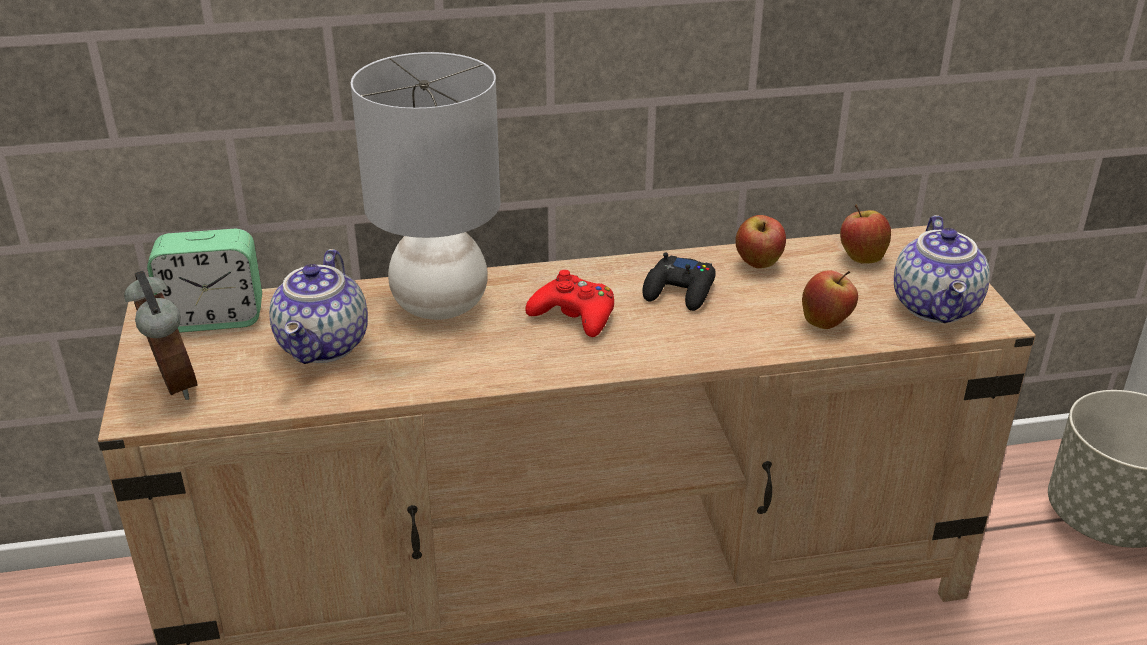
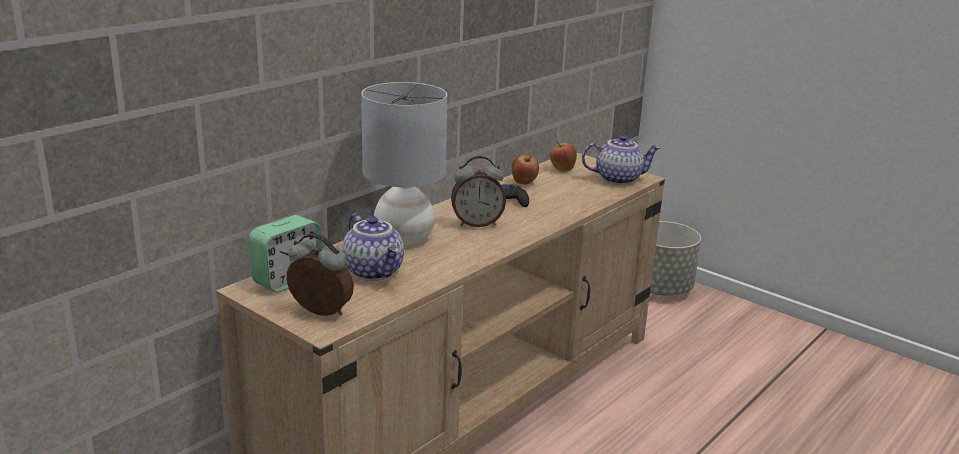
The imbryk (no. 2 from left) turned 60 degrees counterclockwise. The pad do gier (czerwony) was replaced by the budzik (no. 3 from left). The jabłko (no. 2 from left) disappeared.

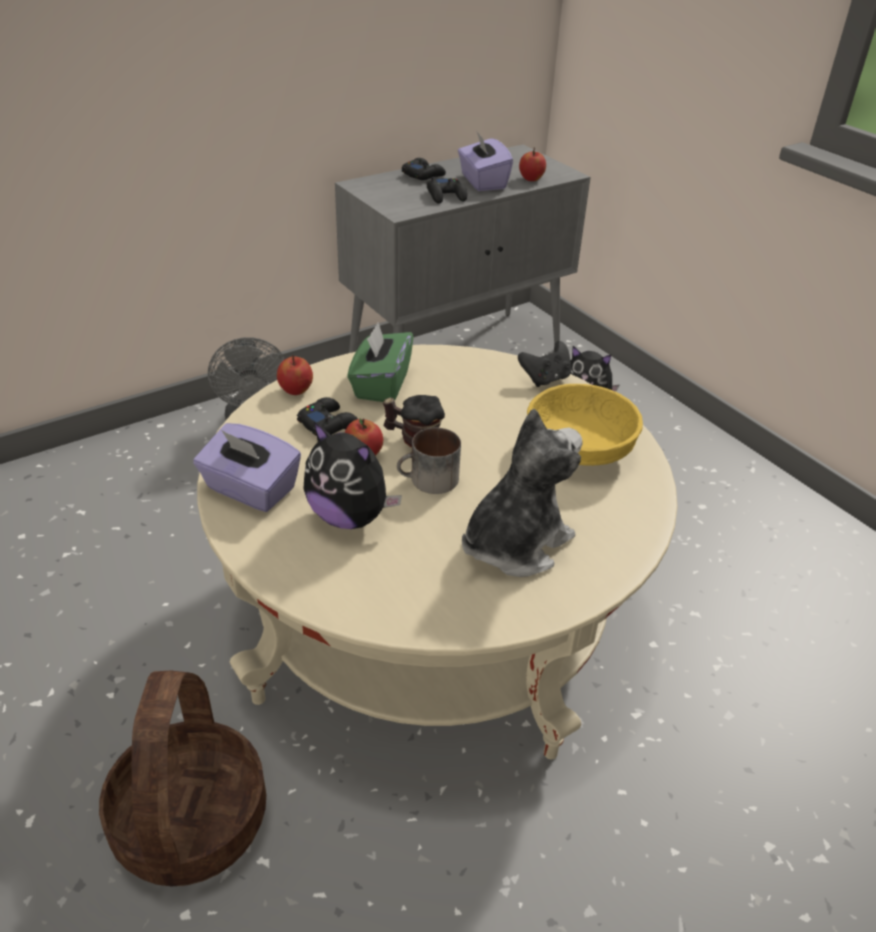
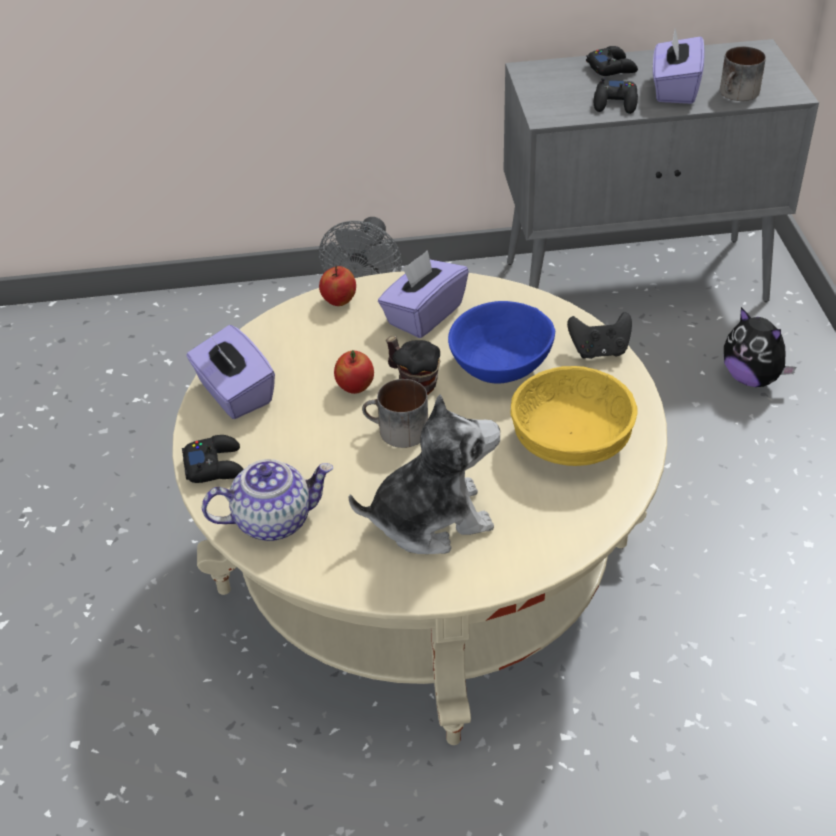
The jabłko (no. 3 from left) was replaced by the kubek (no. 3 from left). The pudełko chusteczek (zielony) became the pudełko chusteczek (fioletowy) (no. 2 from left). The pad do gier (czarny) (no. 1 from left) moved. The pluszak (no. 1 from left) disappeared. The koszyk disappeared. The miska (niebieski) appeared. The imbryk appeared.

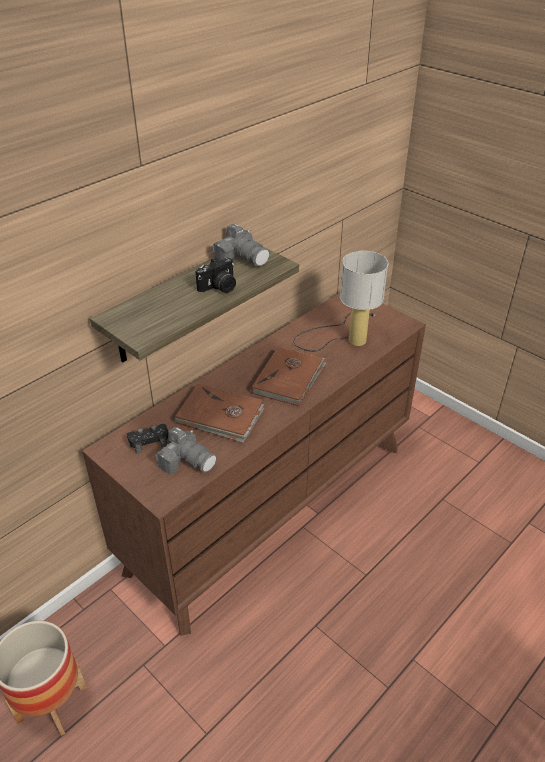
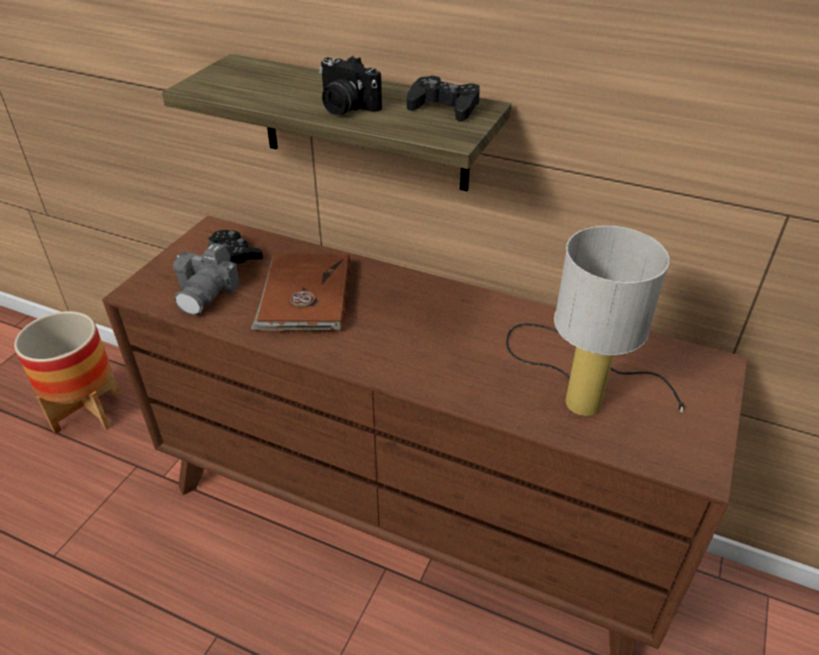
The aparat fotograficzny (no. 3 from left) was replaced by the pad do gier (czarny) (no. 2 from left). The książka (brązowy) (no. 2 from left) disappeared.

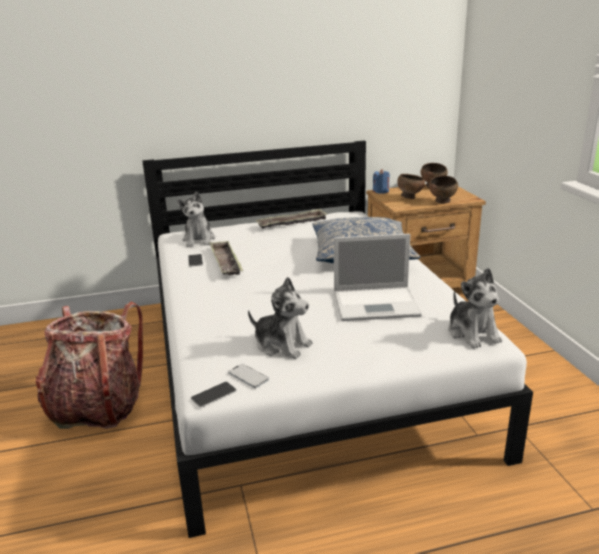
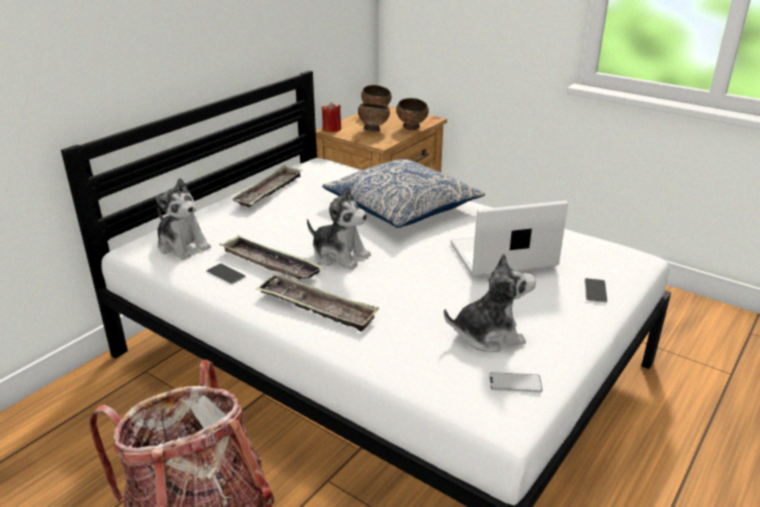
The świeca (niebieski) became the świeca (czerwony). The laptop turned 150 degrees counterclockwise. The pluszak (no. 3 from left in the first image) moved. The telefon (no. 2 from left in the first image) moved. The taca (no. 3 from left) appeared.

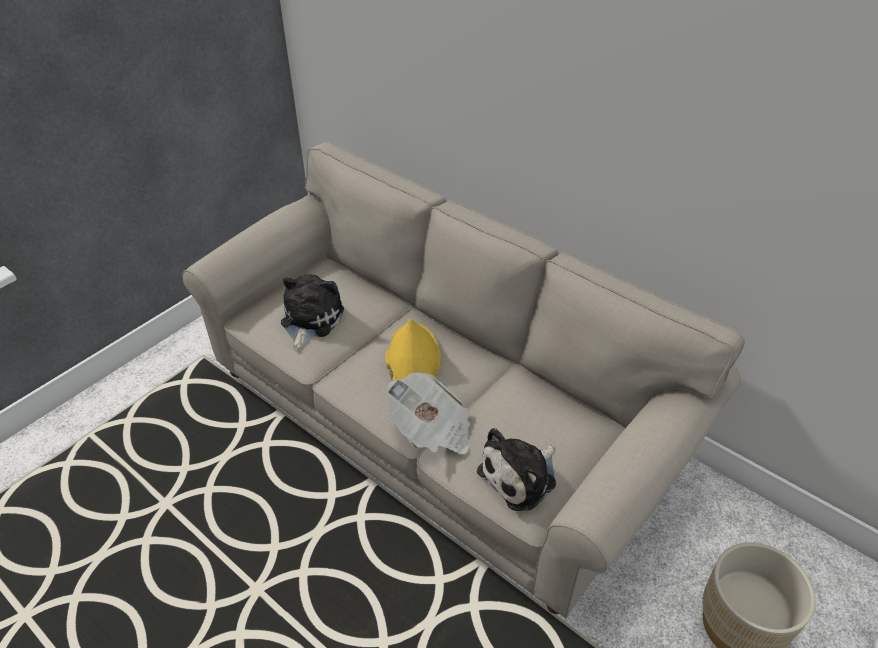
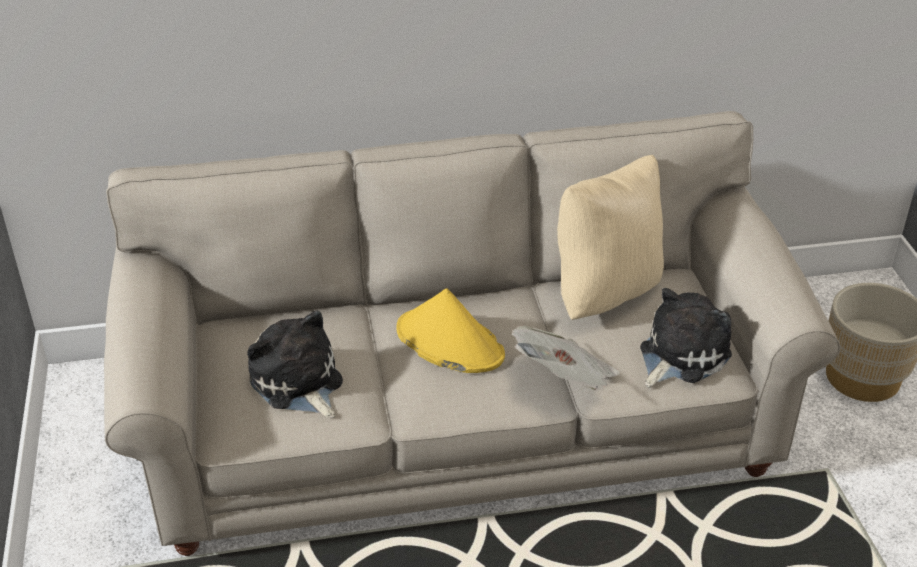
The pluszak (no. 2 from left) turned 135 degrees counterclockwise. The poduszka (beżowy) appeared.

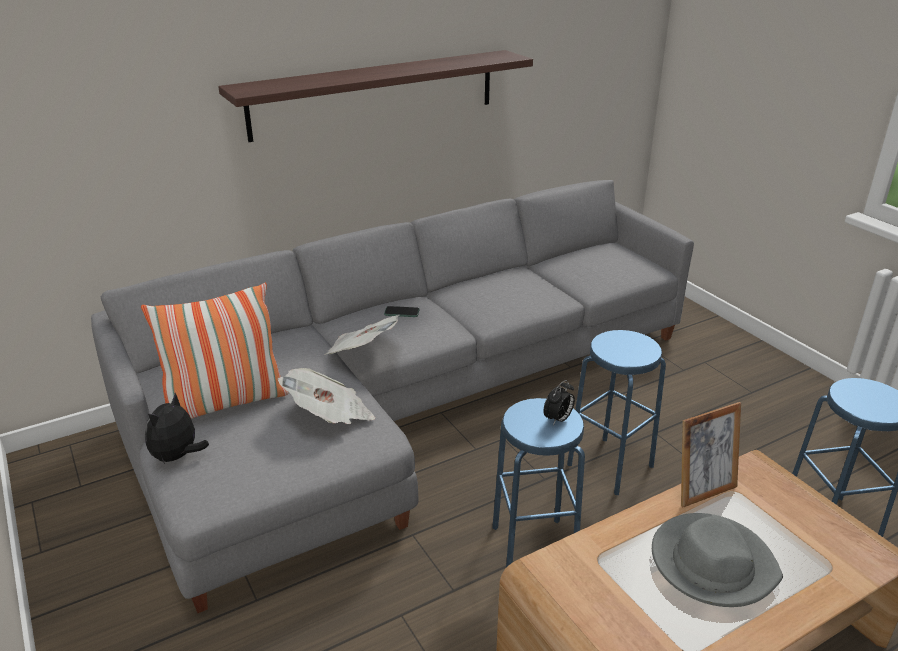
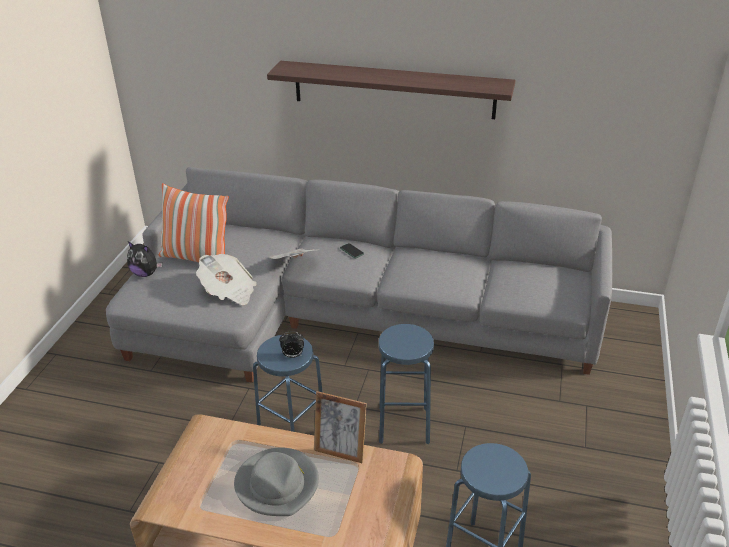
The pluszak turned 135 degrees counterclockwise.

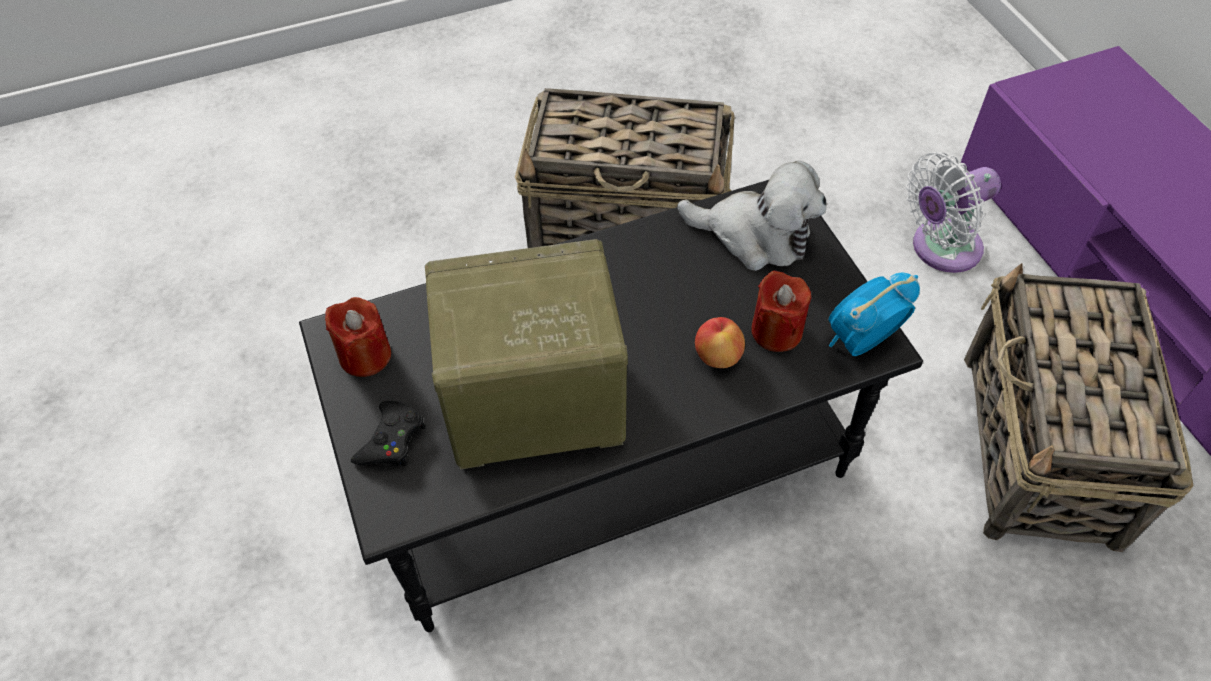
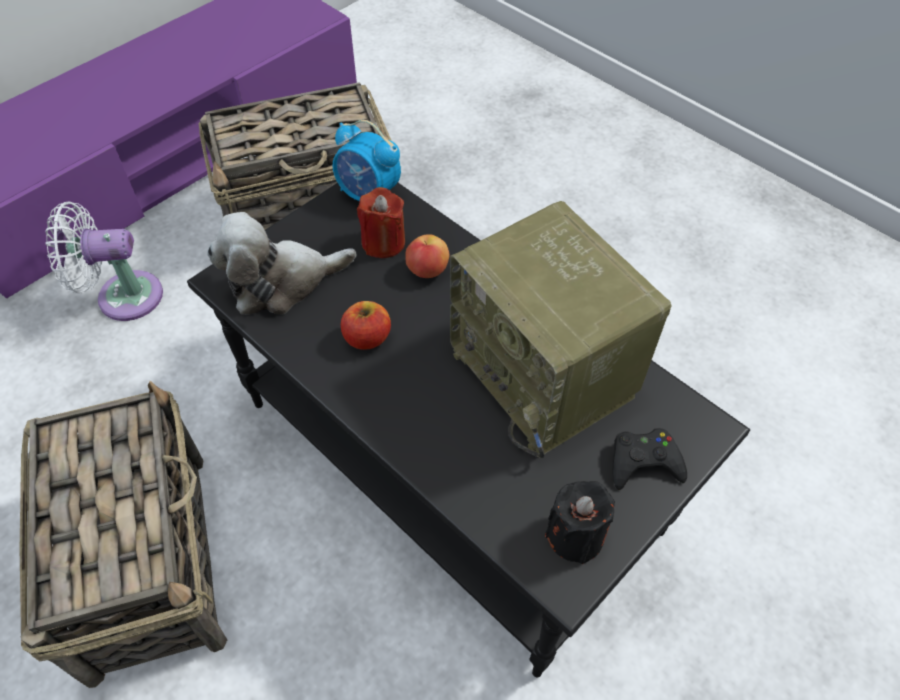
The wentylator (biały) turned 135 degrees clockwise. The pluszak turned 105 degrees counterclockwise. The świeca (czerwony) (no. 1 from left) became the świeca (czarny). The jabłko (no. 1 from left) appeared.

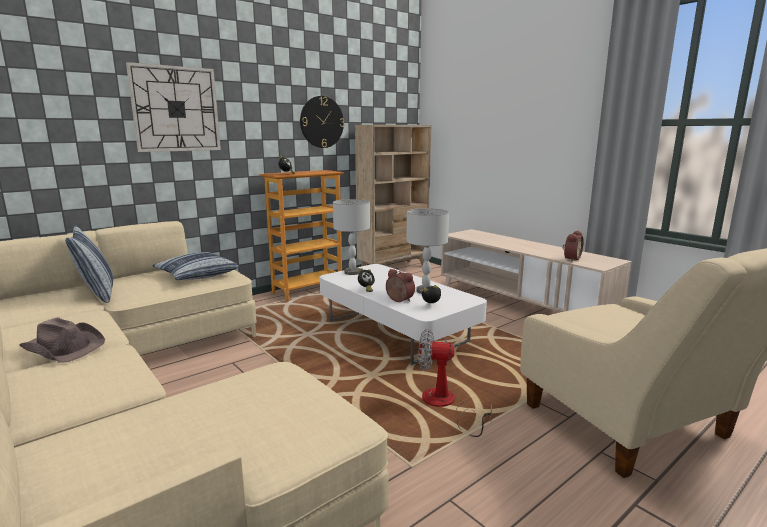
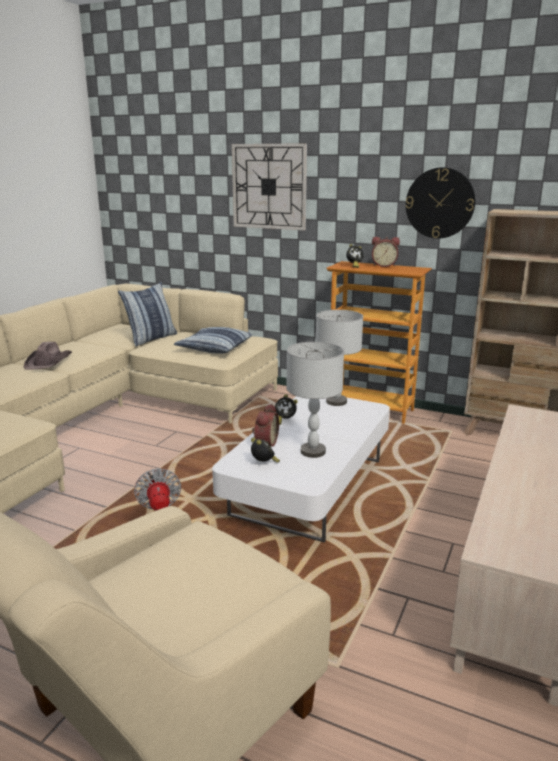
The budzik (no. 5 from left) moved.

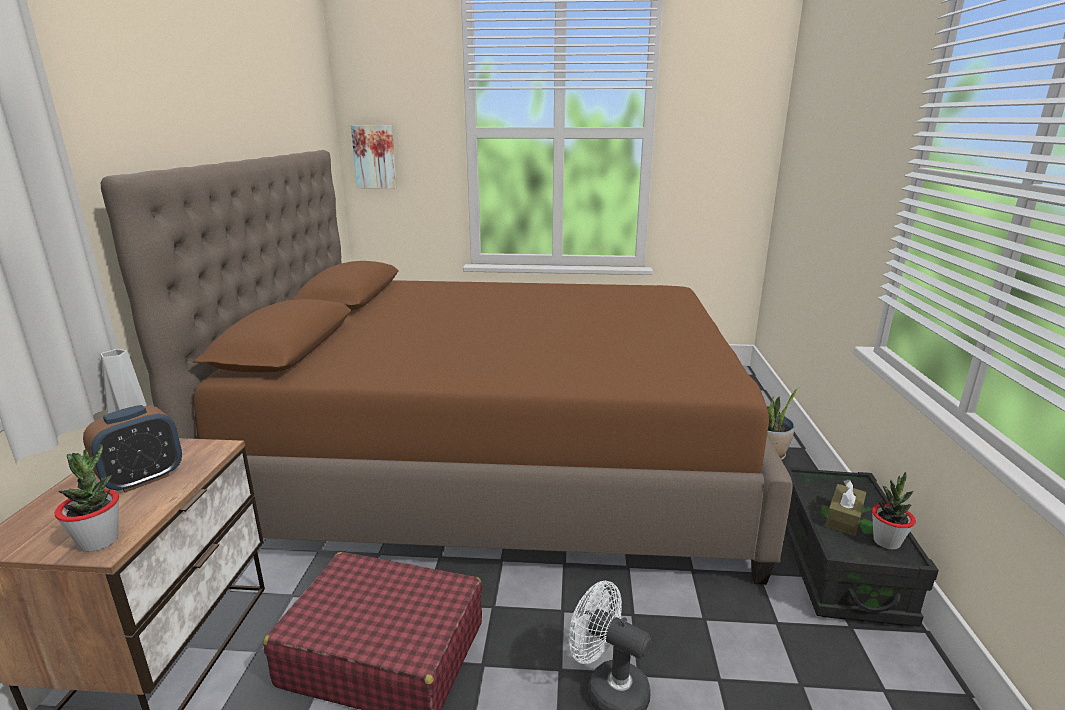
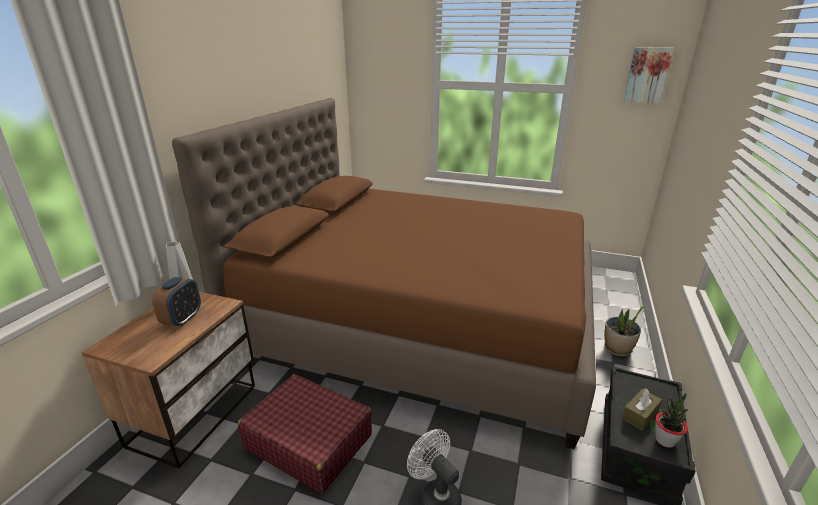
The obraz moved. The budzik turned 45 degrees counterclockwise. The roślina doniczkowa (no. 1 from left) disappeared.

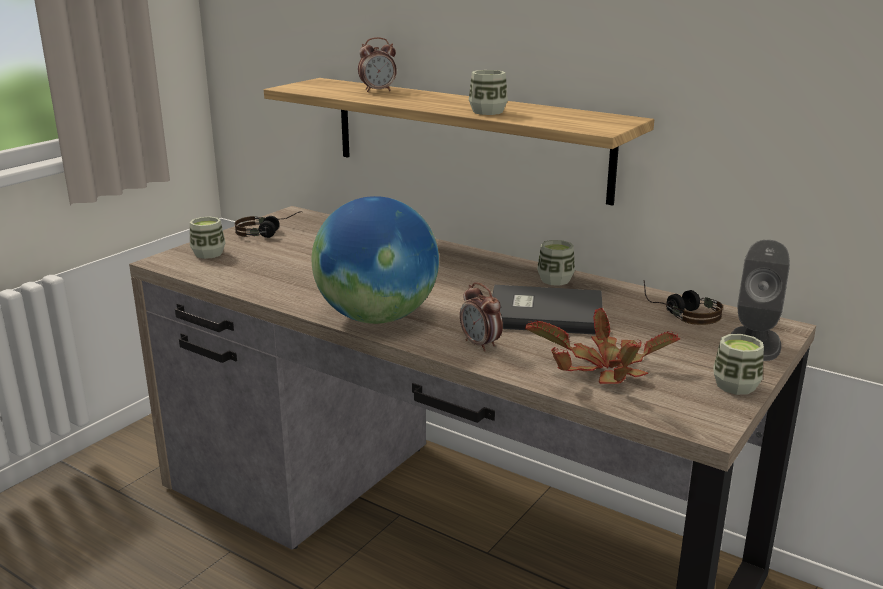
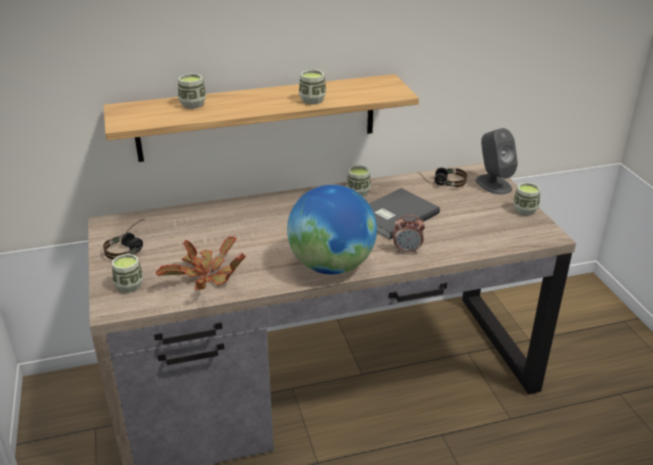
The budzik (no. 1 from left) was replaced by the filiżanka (no. 2 from left). The roślina doniczkowa moved.

